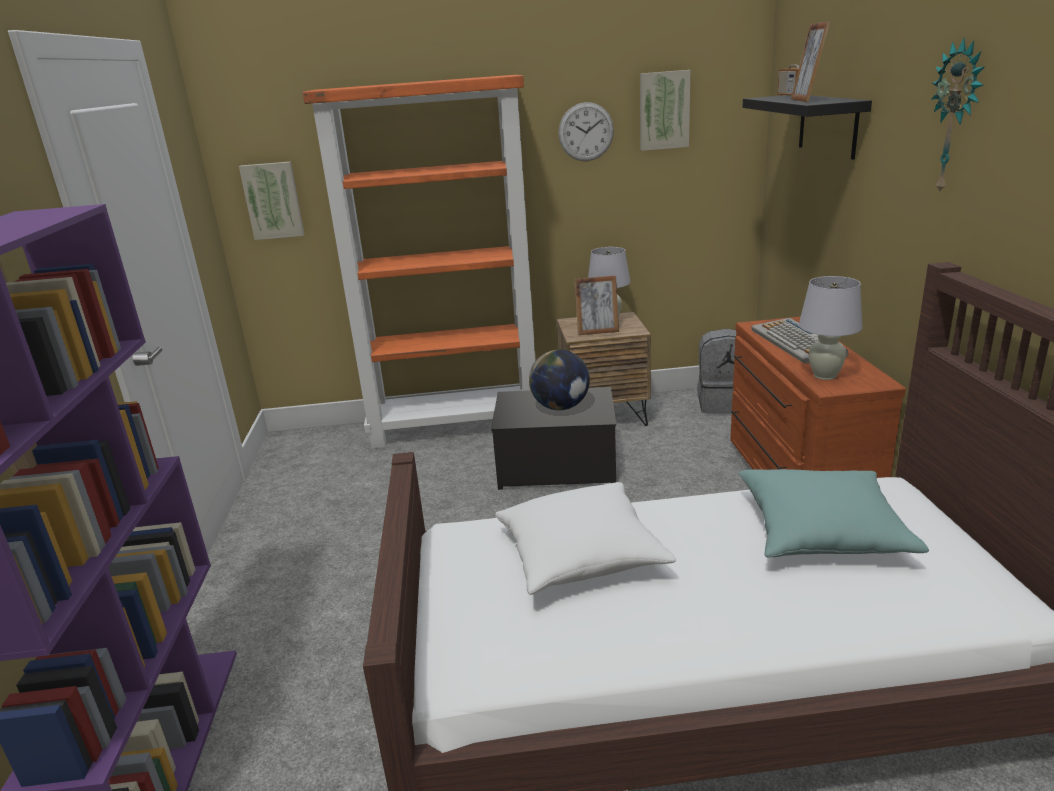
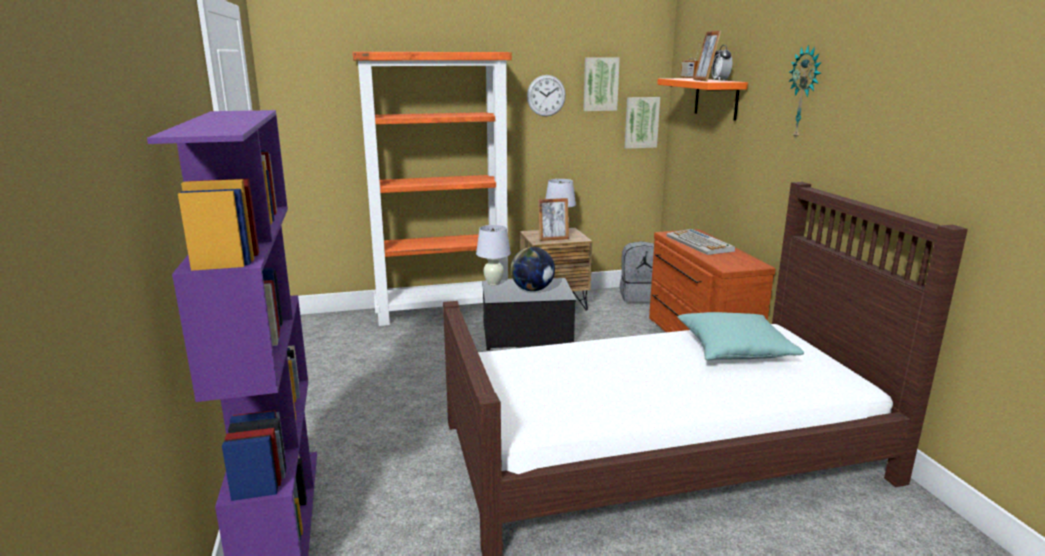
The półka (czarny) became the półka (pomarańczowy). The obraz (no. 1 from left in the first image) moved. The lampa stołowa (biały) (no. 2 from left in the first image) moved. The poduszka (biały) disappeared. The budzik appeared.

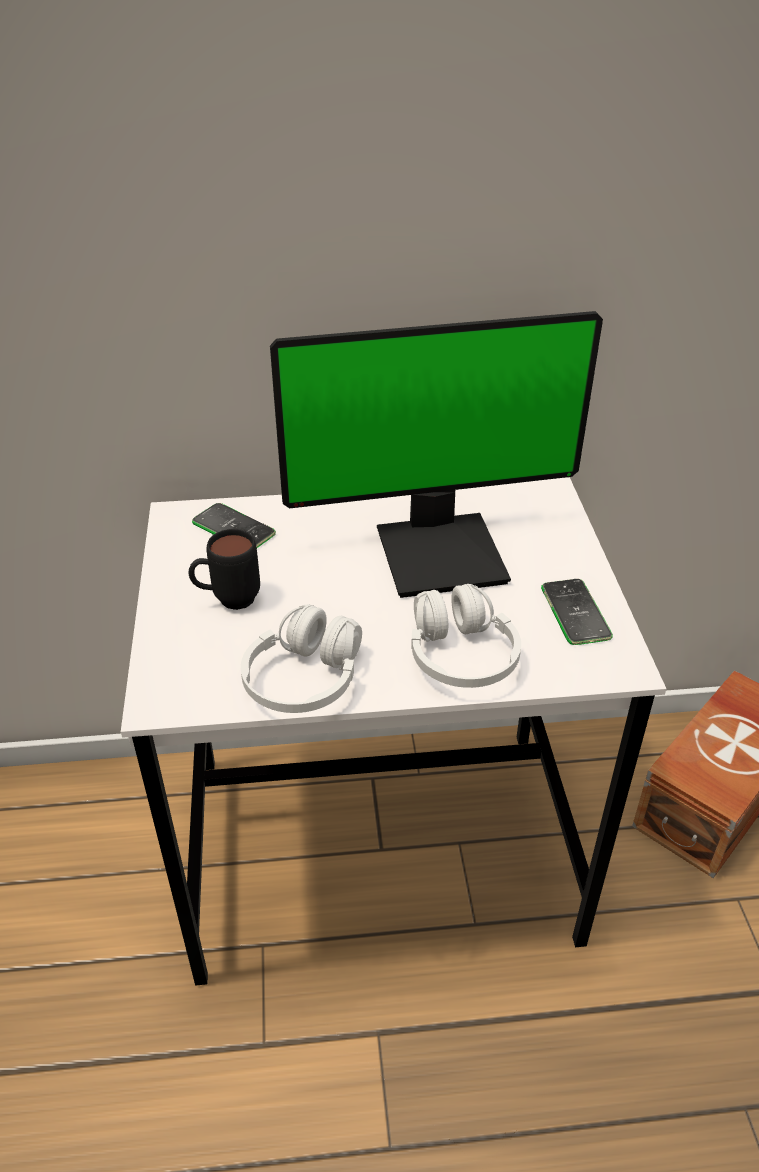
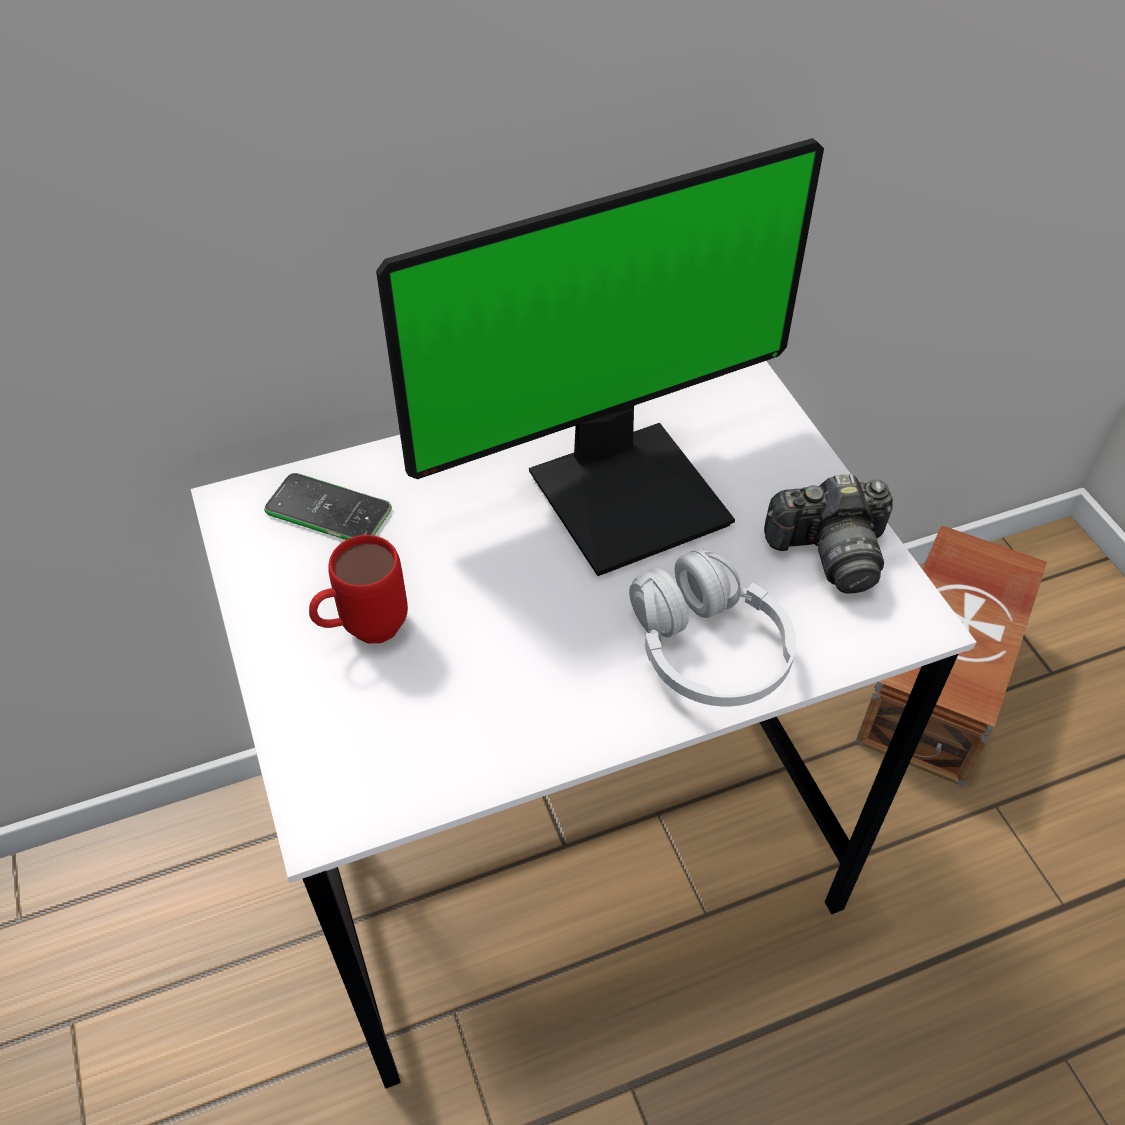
The kubek (czarny) became the kubek (czerwony). The telefon (no. 2 from left) was replaced by the aparat fotograficzny. The słuchawki (biały) (no. 1 from left) disappeared.

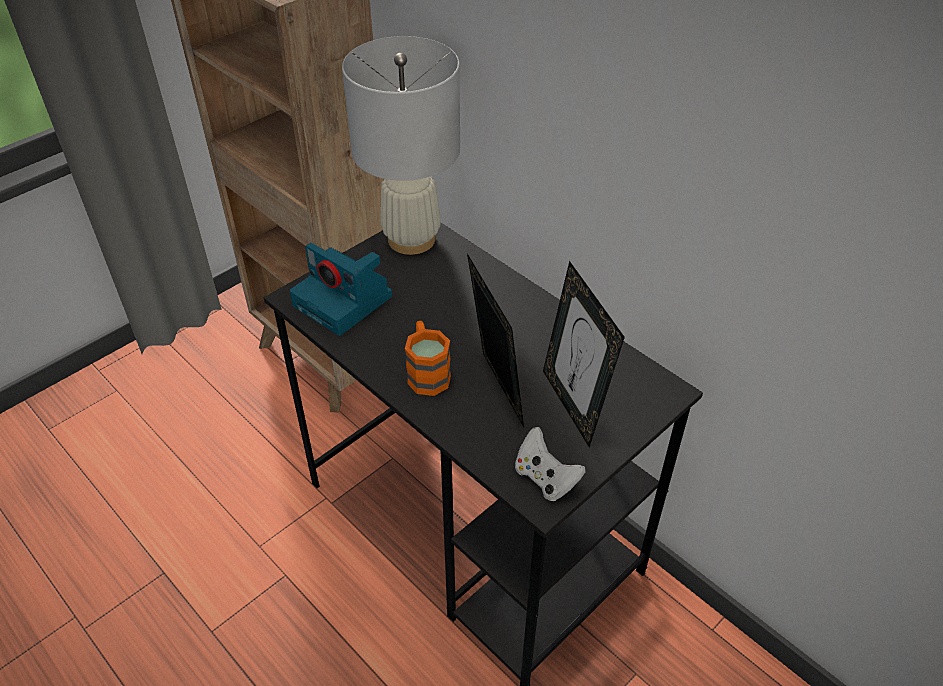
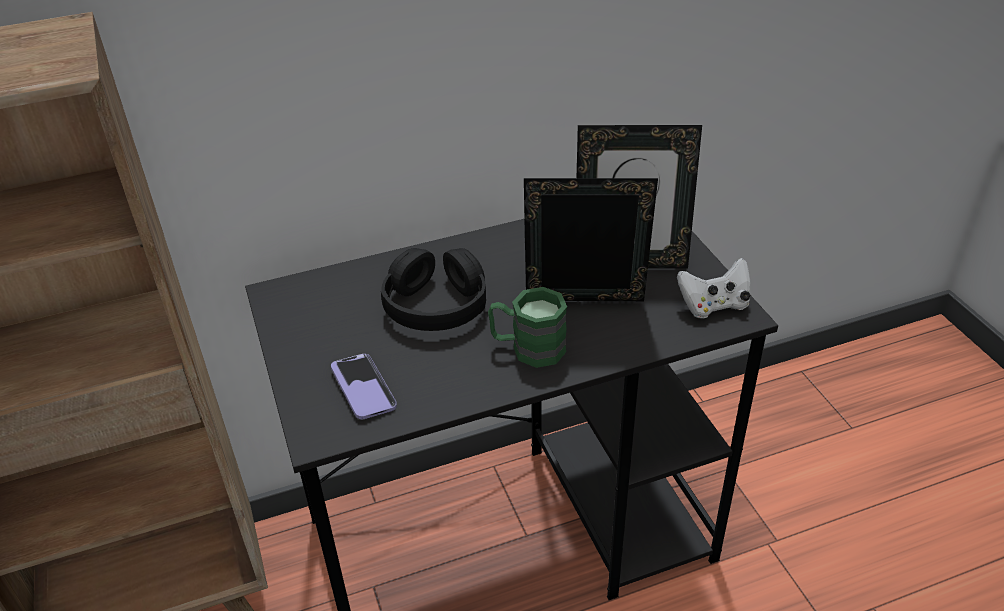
The lampa stołowa (biały) disappeared. The aparat fotograficzny was replaced by the telefon. The kubek (pomarańczowy) became the kubek (zielony). The słuchawki (czarny) appeared.

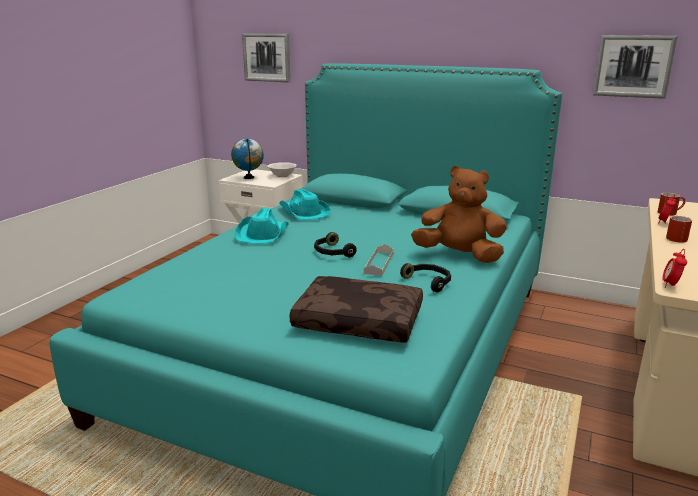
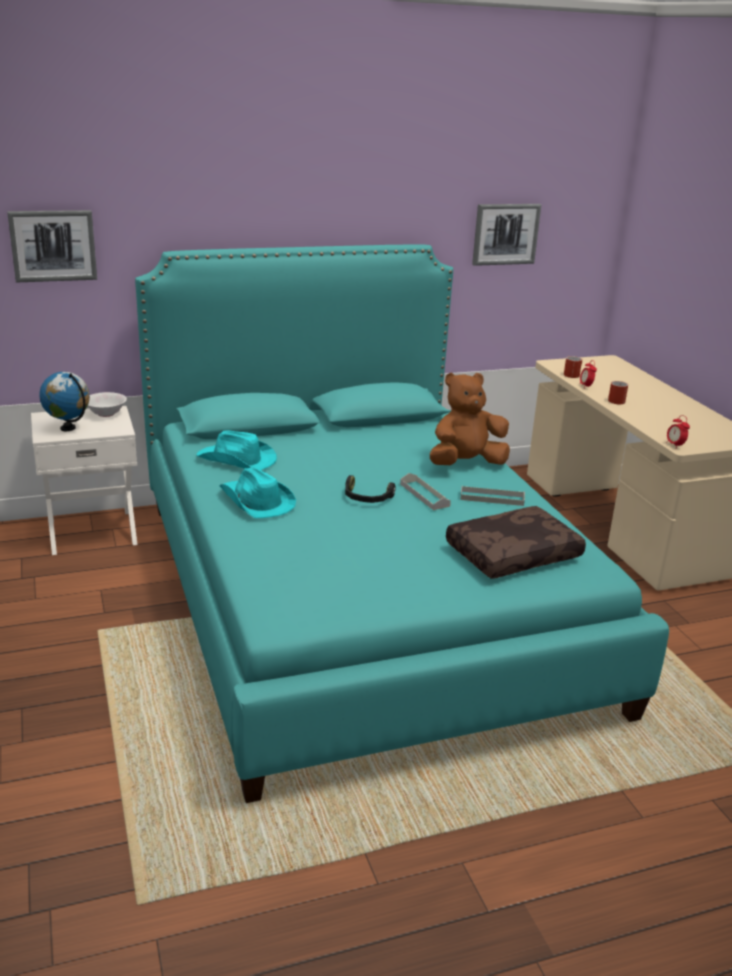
The słuchawki (czarny) (no. 2 from left) was replaced by the taca (szary) (no. 2 from left).

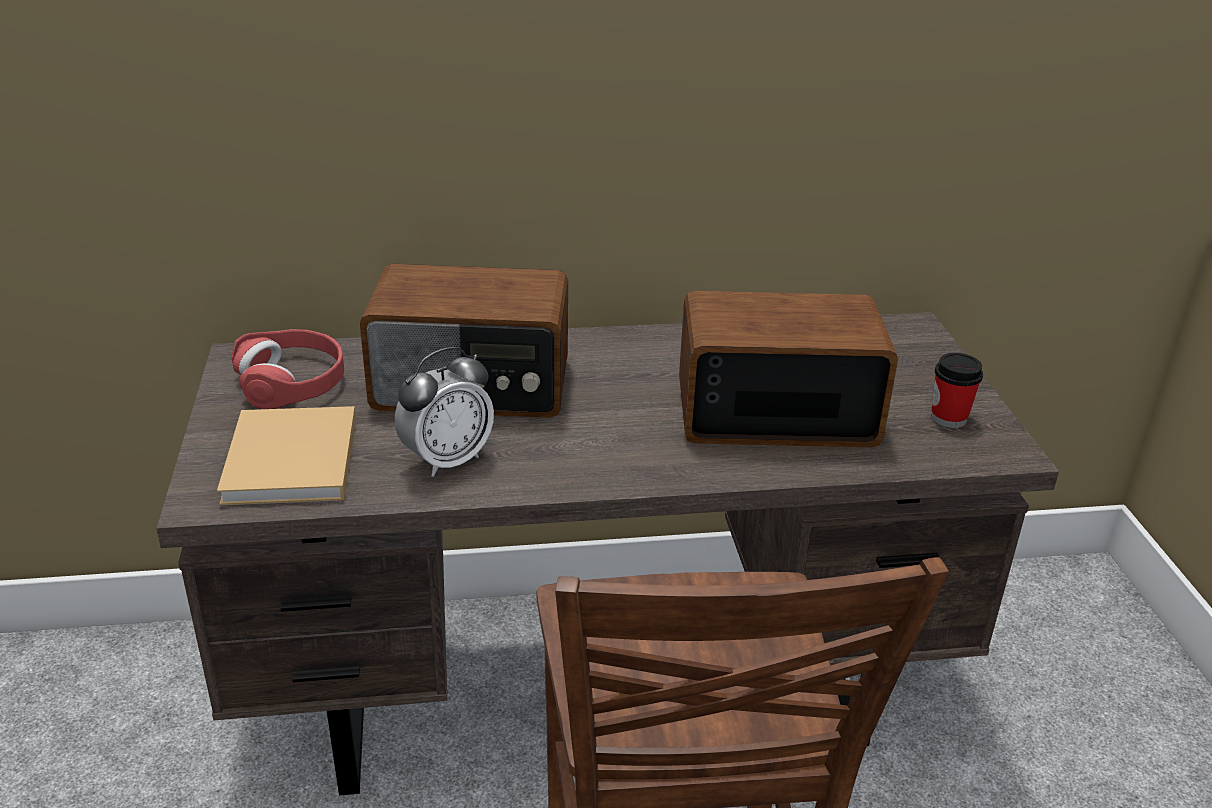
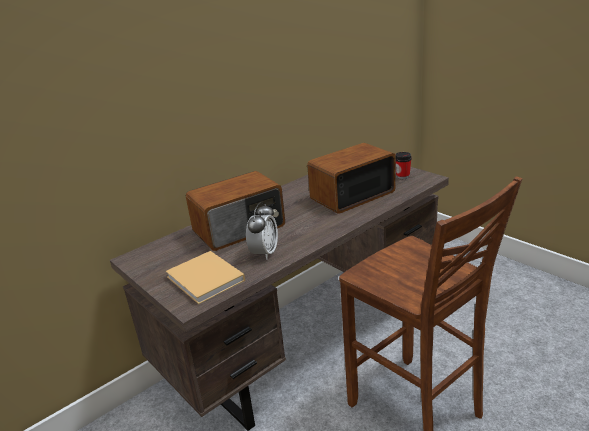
The słuchawki (czerwony) disappeared.

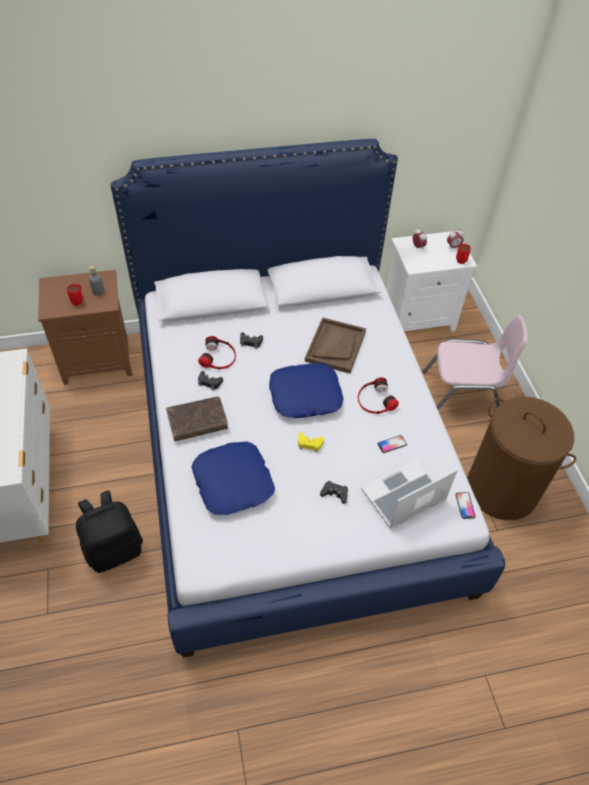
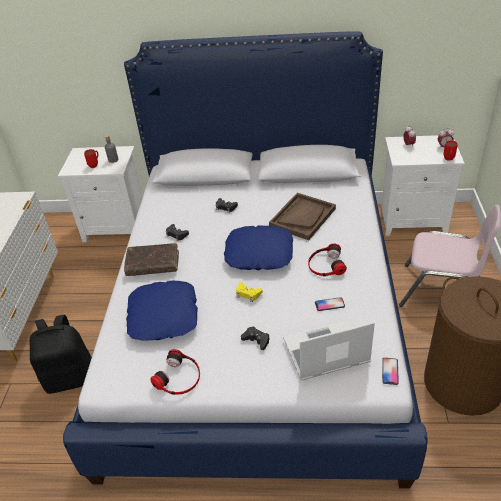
The szafka nocna (brązowy) became the szafka nocna (biały) (no. 1 from left). The słuchawki (no. 1 from left) moved.

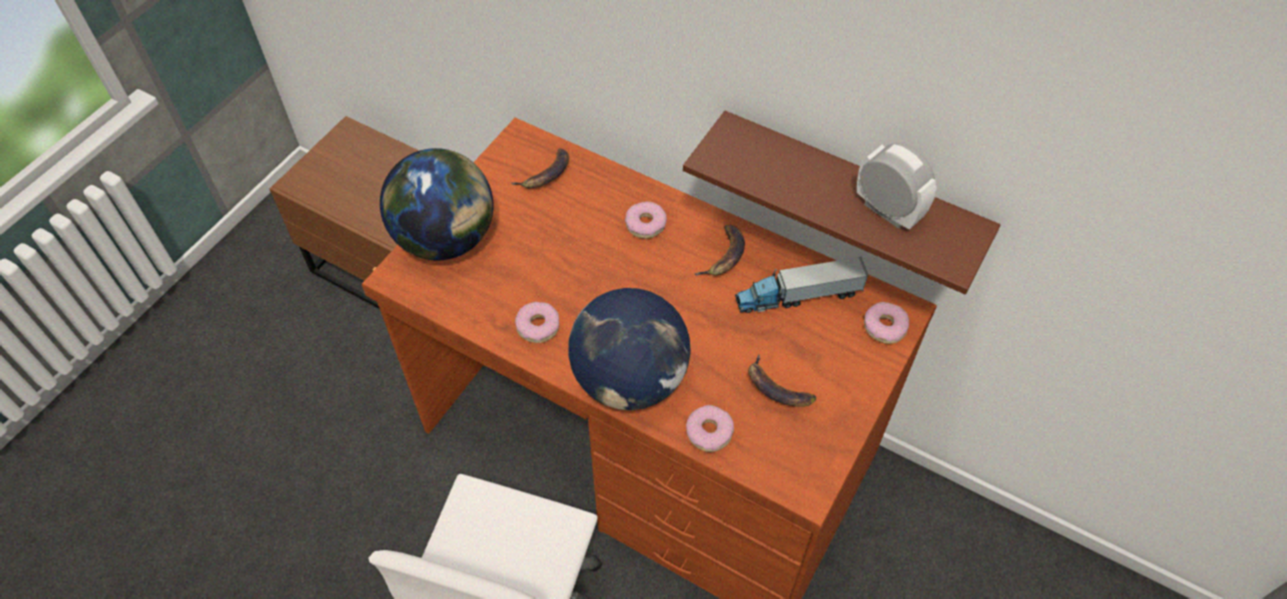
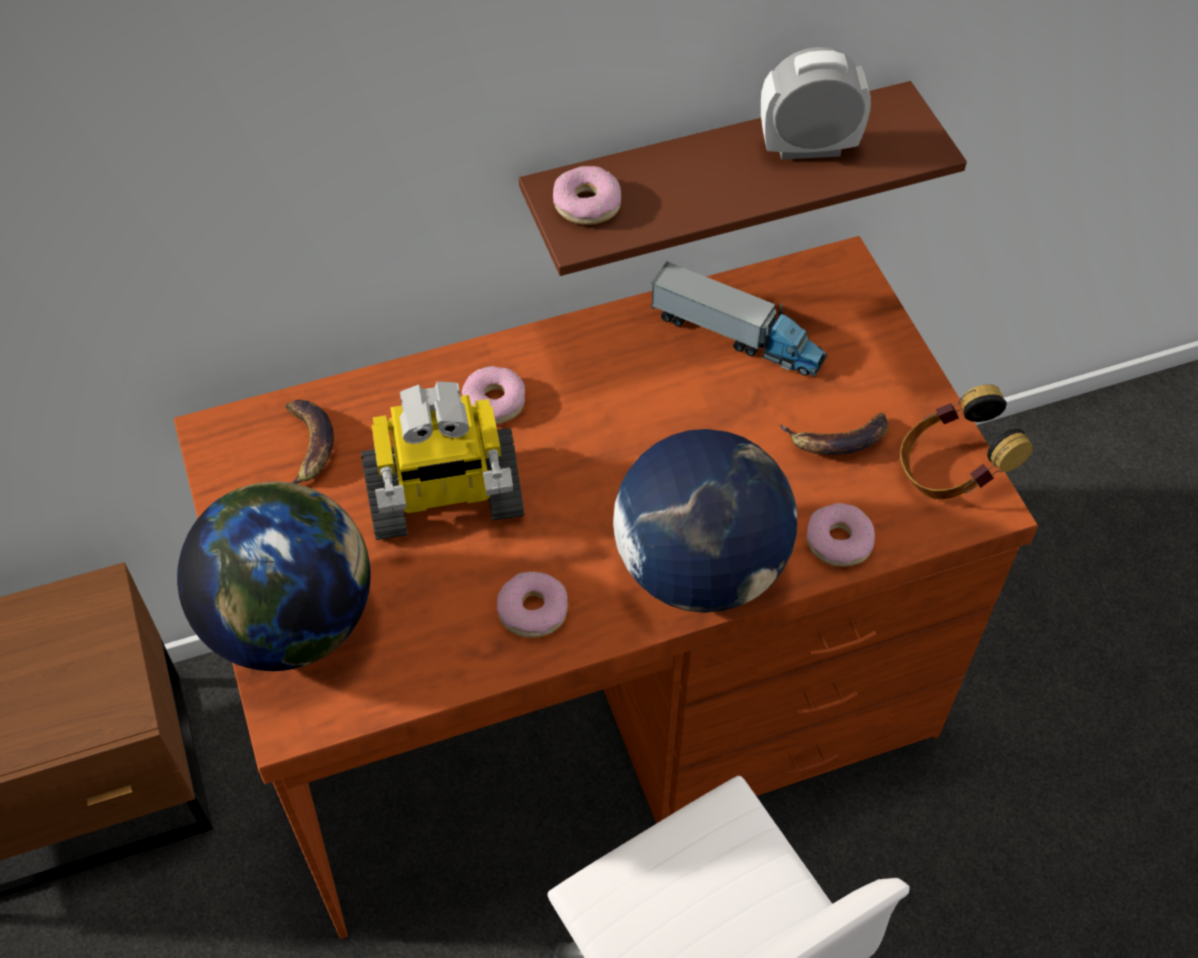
The banan (no. 2 from left) disappeared. The ciężarówka zabawkowa turned 90 degrees counterclockwise. The donut (no. 4 from left in the first image) moved. The robot zabawkowy appeared. The słuchawki appeared.

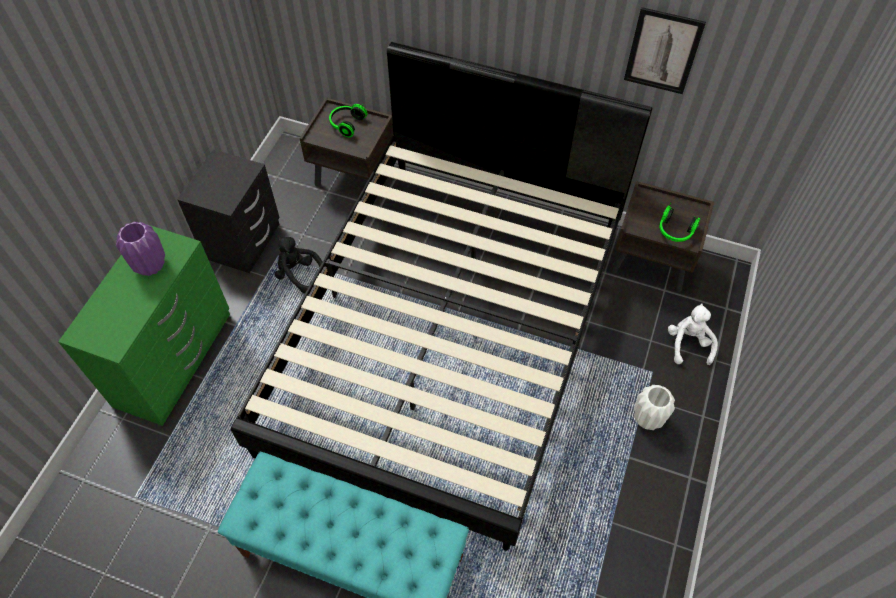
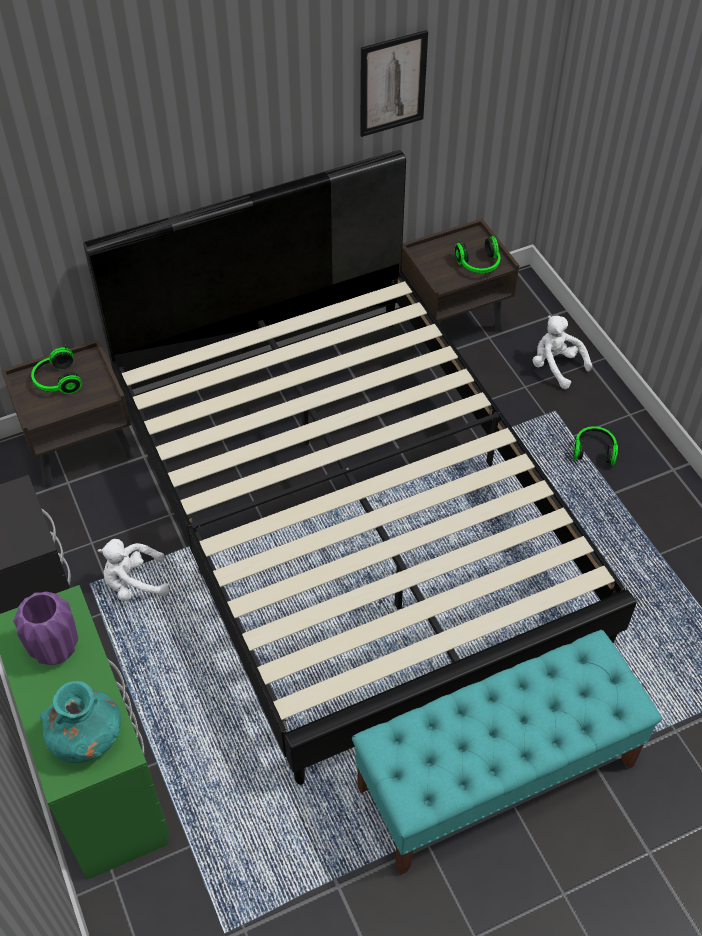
The pluszak (czarny) became the pluszak (biały) (no. 1 from left). The wazon (biały) was replaced by the słuchawki (no. 3 from left). The wazon (turkusowy) appeared.

